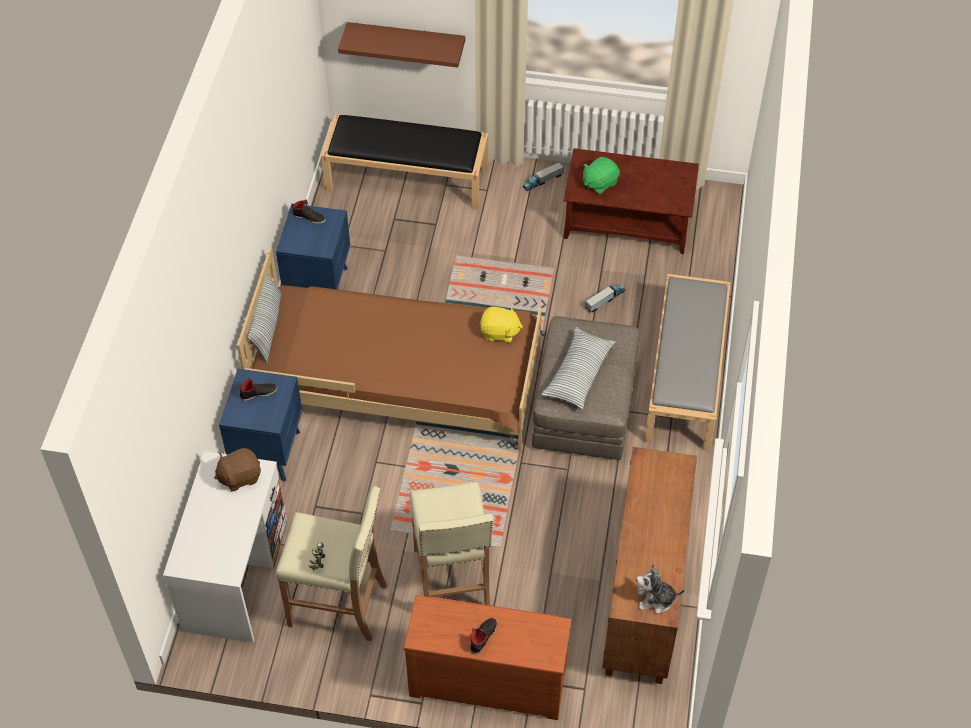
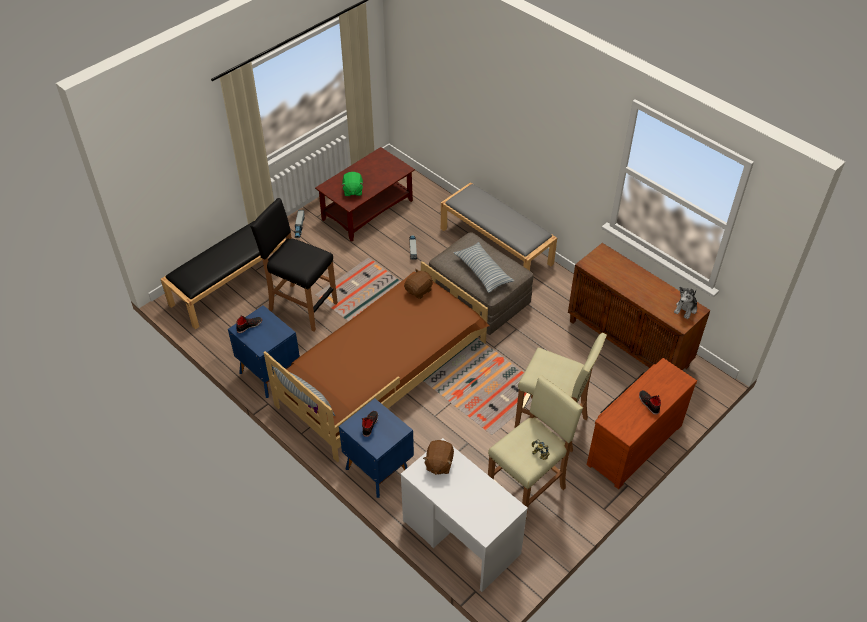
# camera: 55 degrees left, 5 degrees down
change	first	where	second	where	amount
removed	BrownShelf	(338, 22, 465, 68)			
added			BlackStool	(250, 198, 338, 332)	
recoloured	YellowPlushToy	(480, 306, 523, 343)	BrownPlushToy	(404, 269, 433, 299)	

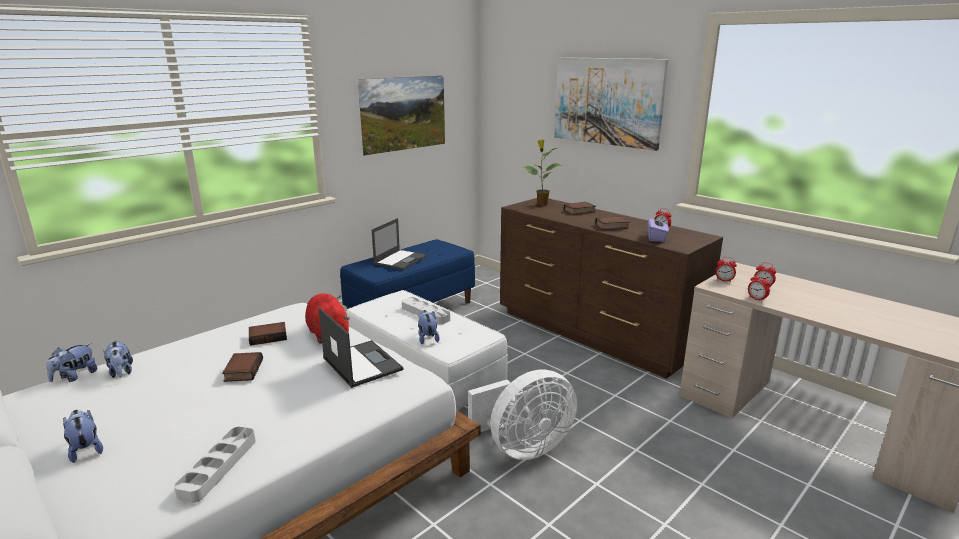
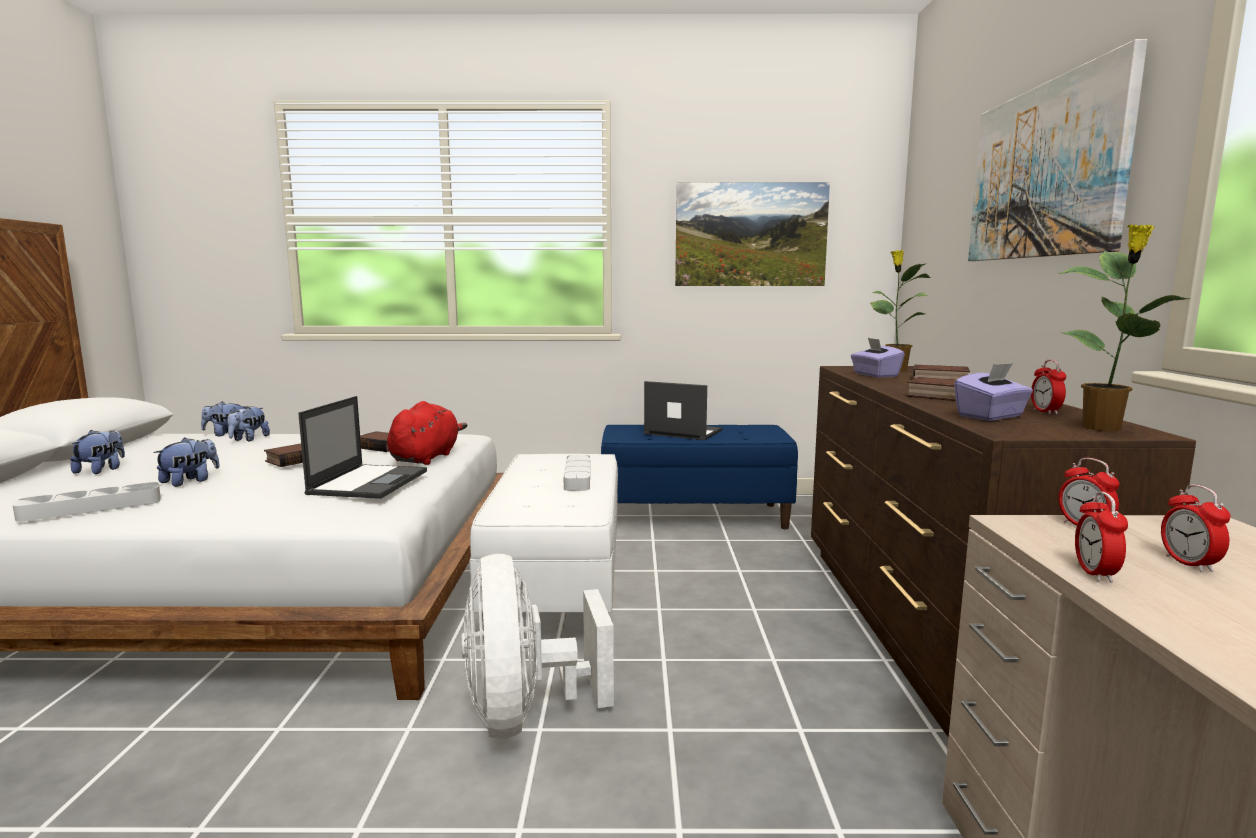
# camera: 45 degrees right, 10 degrees down
change	first	where	second	where	amount
added			PurpleTissueBox	(851, 338, 905, 378)	
added			PottedPlant	(1057, 224, 1190, 432)	
moved	PlushToy	(418, 310, 440, 344)		(153, 437, 220, 487)	
turned	Laptop	(372, 218, 427, 270)		(644, 381, 723, 440)	135 degrees counterclockwise
turned	WhiteFan	(468, 370, 577, 460)		(461, 554, 614, 739)	60 degrees clockwise

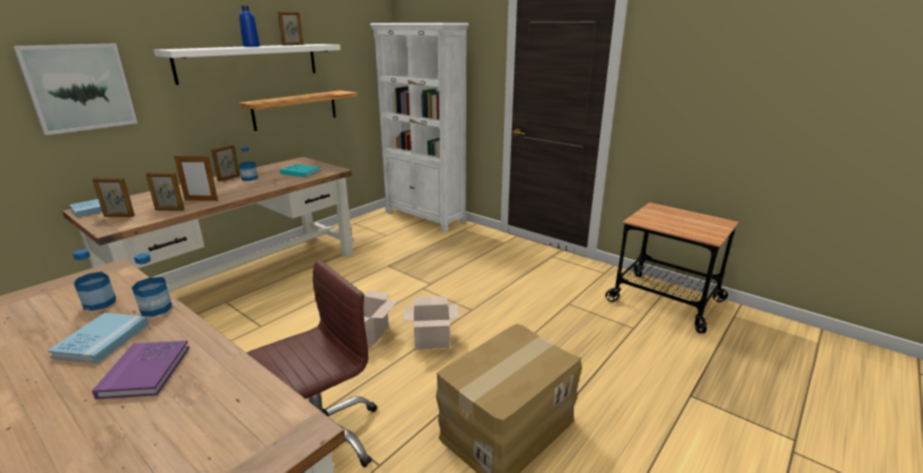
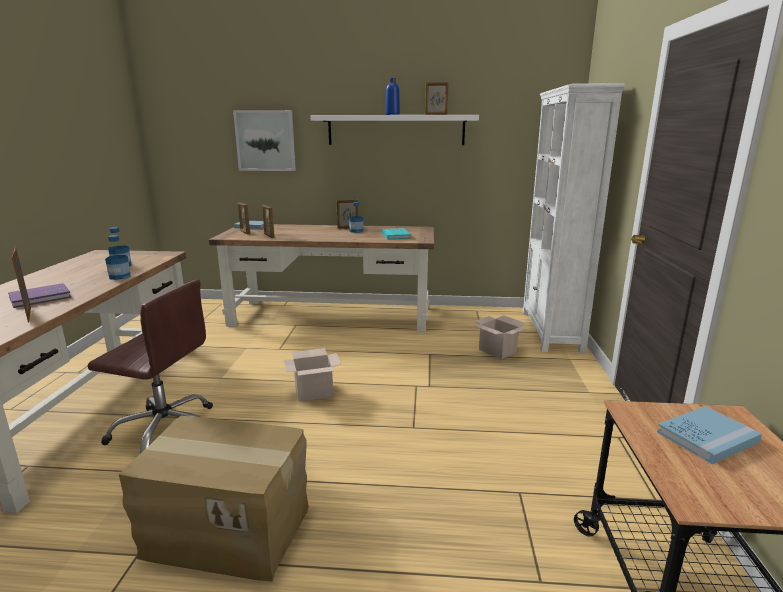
# camera: 55 degrees right, 5 degrees down
change	first	where	second	where	amount
removed	Shelf	(239, 90, 358, 131)			
moved	BlueBook	(47, 313, 149, 364)		(657, 406, 762, 464)	
moved	PictureFrame	(174, 154, 218, 201)		(12, 247, 31, 322)	
moved	CardboardBox	(404, 296, 459, 349)		(473, 315, 526, 359)	

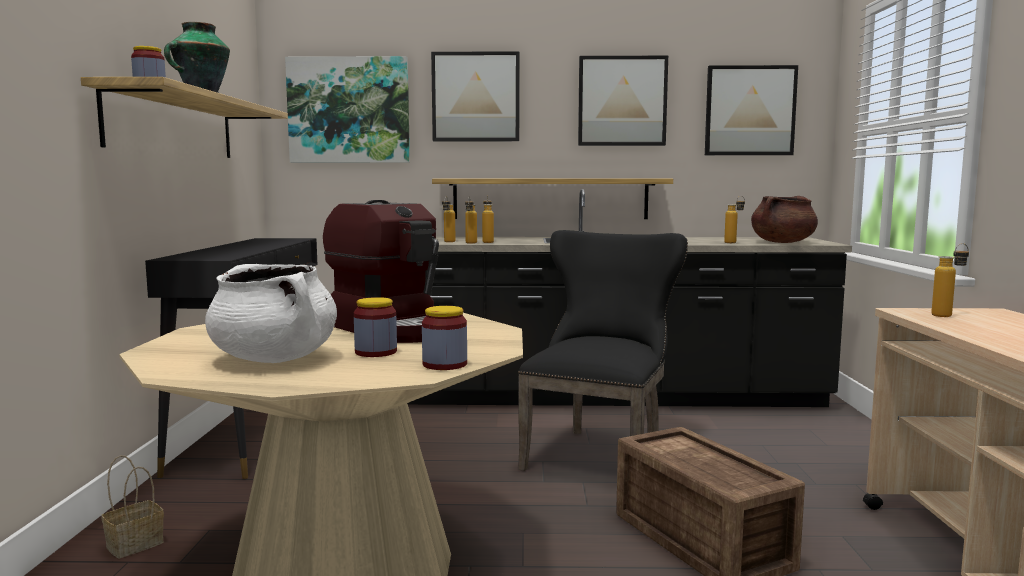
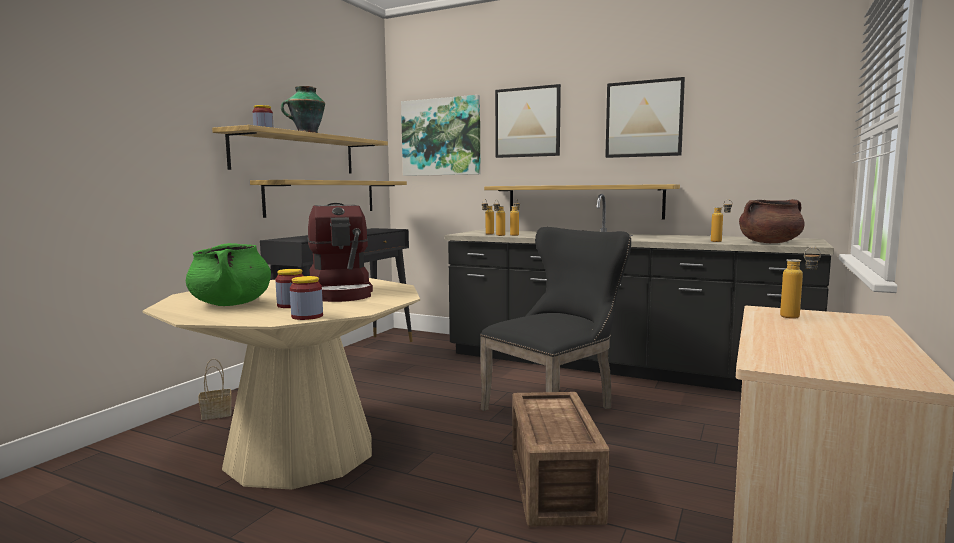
# camera: 25 degrees right, 0 degrees up
change	first	where	second	where	amount
removed	Picture	(705, 65, 798, 155)			
added			Shelf	(250, 180, 407, 218)	
recoloured	WhiteCookingPot	(205, 264, 337, 363)	GreenCookingPot	(186, 243, 271, 306)	

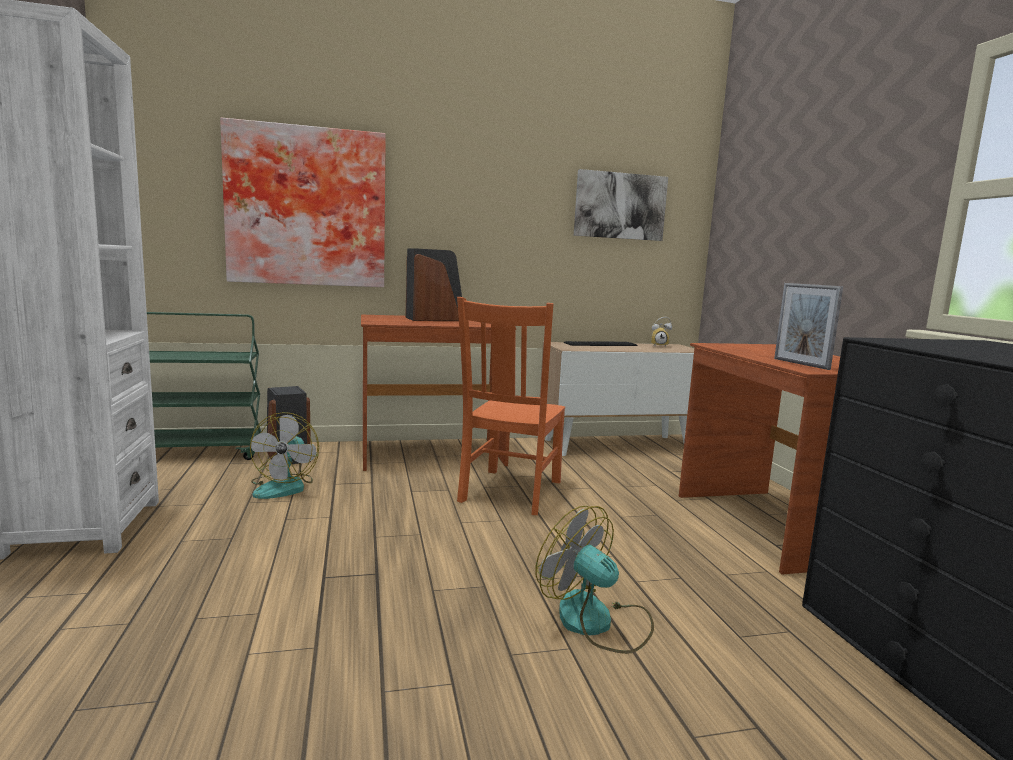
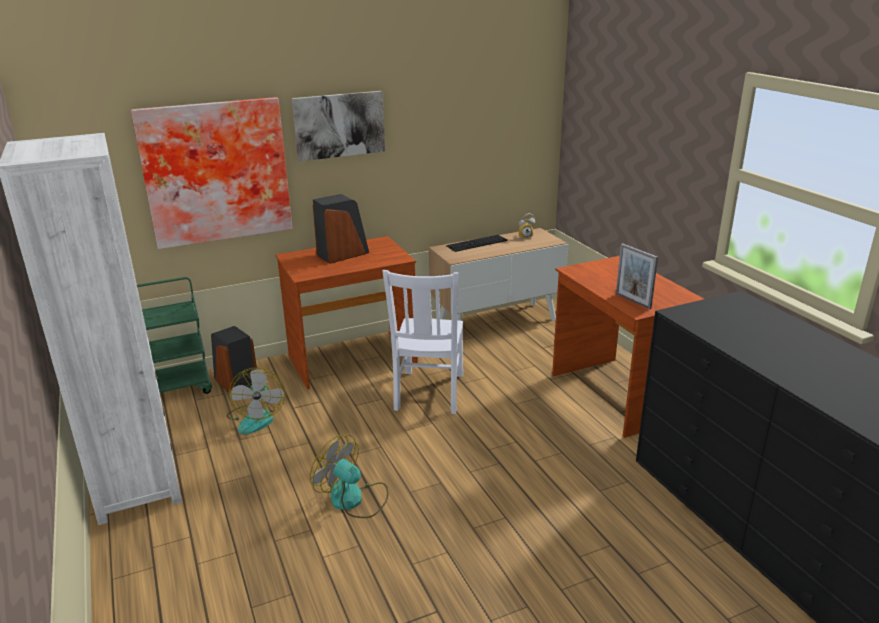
# camera: 10 degrees left, 15 degrees up
change	first	where	second	where	amount
moved	Fan	(535, 506, 654, 654)		(310, 435, 389, 518)	
moved	Picture	(574, 169, 668, 241)		(292, 91, 385, 161)	
recoloured	OrangeChair	(457, 297, 565, 515)	WhiteChair	(383, 270, 463, 414)	

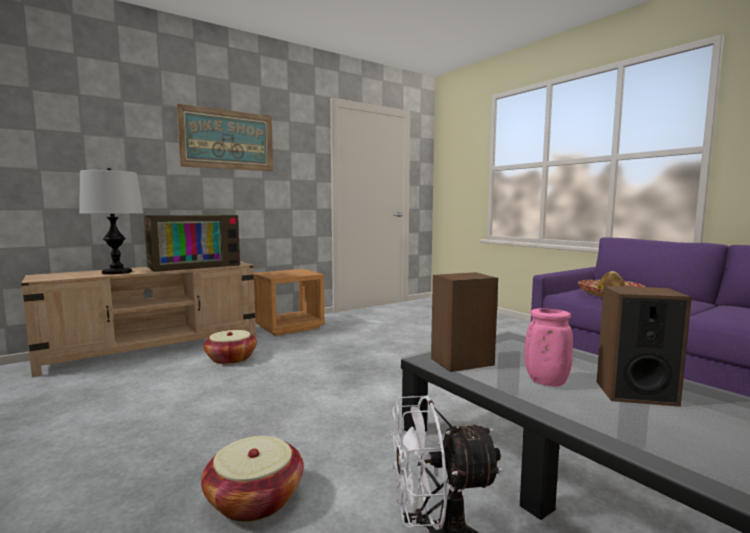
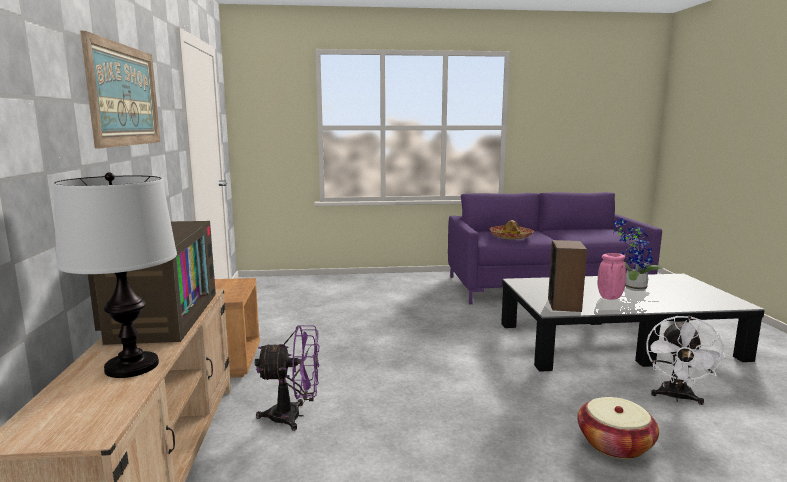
# camera: 60 degrees left, 5 degrees up
change	first	where	second	where	amount
replaced	Basket	(204, 330, 257, 364)	PurpleFan	(255, 325, 320, 431)	
replaced	Speaker	(597, 286, 692, 407)	PottedPlant	(613, 218, 663, 291)	

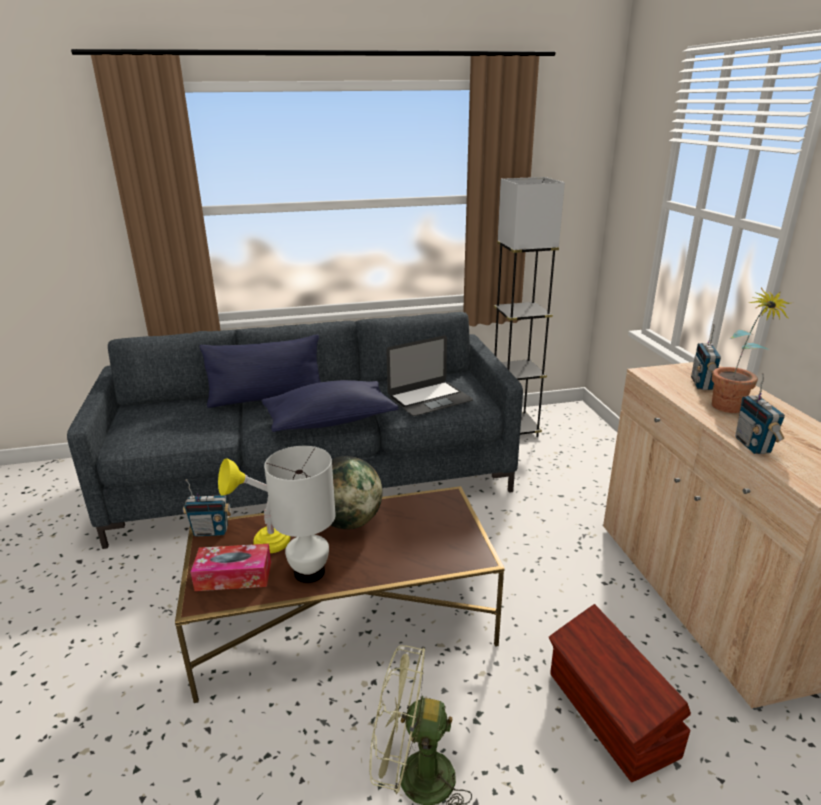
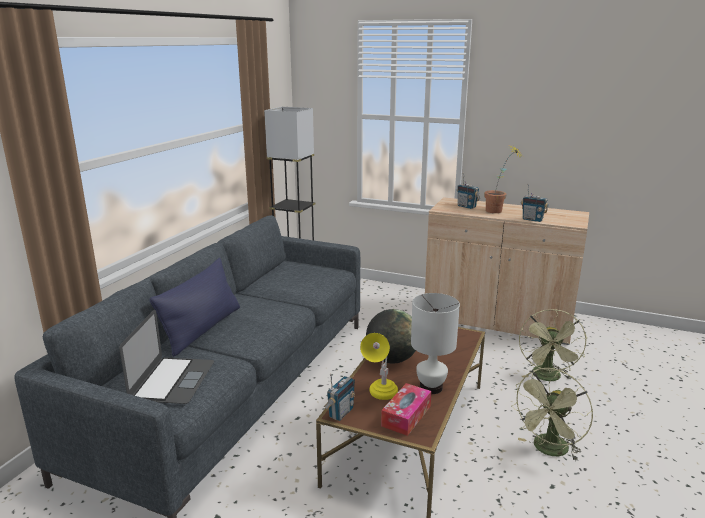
# camera: 55 degrees left, 5 degrees down
change	first	where	second	where	amount
removed	BluePillow	(262, 380, 398, 432)			
moved	Laptop	(386, 336, 473, 416)		(119, 310, 214, 404)	
replaced	BrownStorageBox	(549, 604, 691, 782)	GreenFan	(519, 309, 587, 381)	

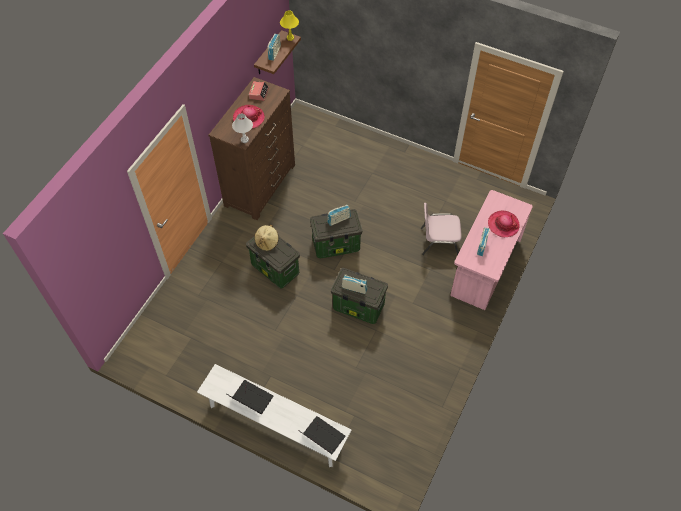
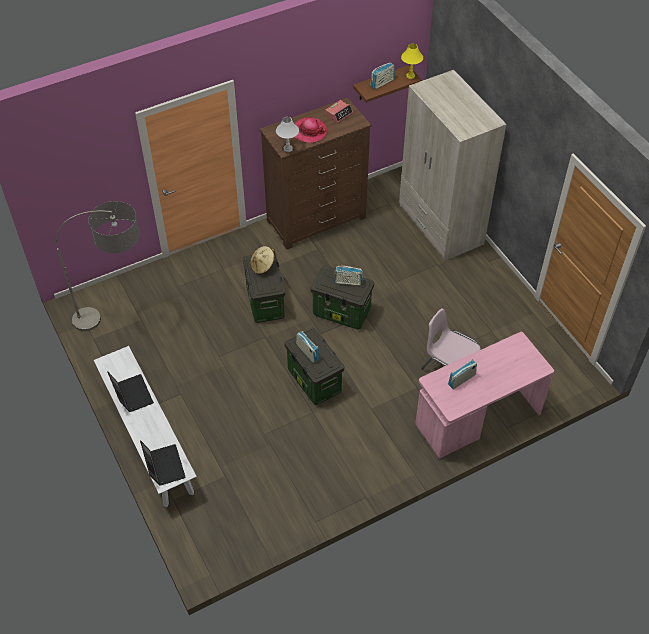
# camera: 35 degrees right, 5 degrees down
change	first	where	second	where	amount
removed	Hat	(488, 211, 520, 238)			
added			FloorLamp	(56, 201, 140, 331)	
added			BeigeWardrobe	(399, 70, 507, 261)	

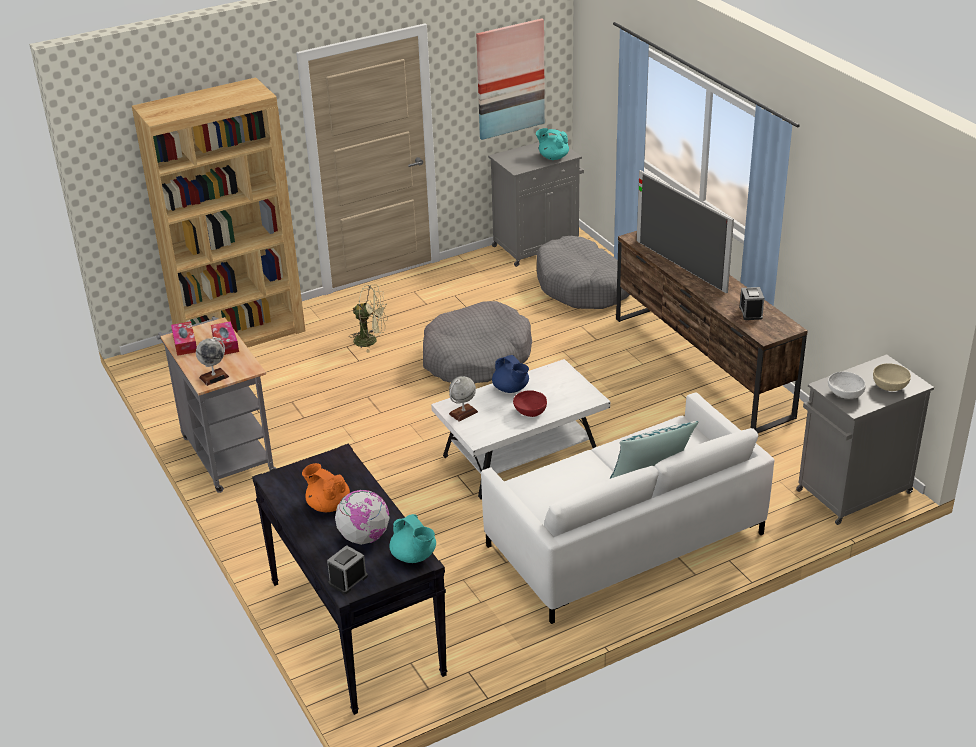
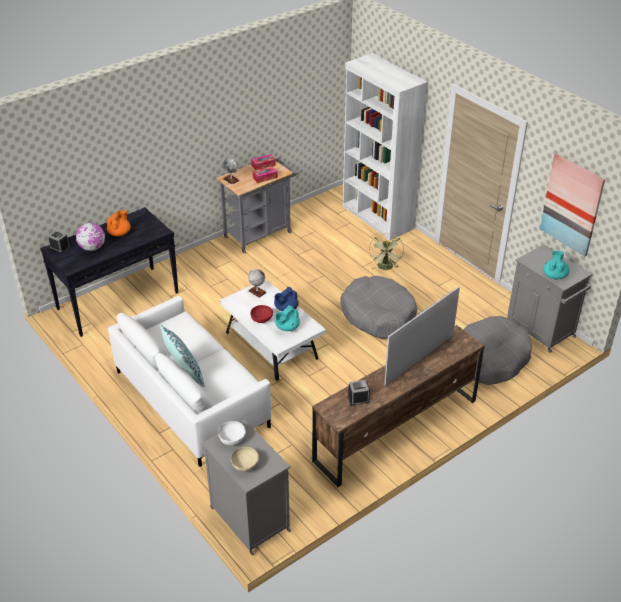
# camera: 80 degrees right, 5 degrees up
change	first	where	second	where	amount
moved	TurquoiseTeapot	(389, 514, 436, 563)		(275, 305, 300, 331)	
recoloured	BrownBookcase	(132, 77, 305, 347)	WhiteBookcase	(343, 53, 428, 241)	

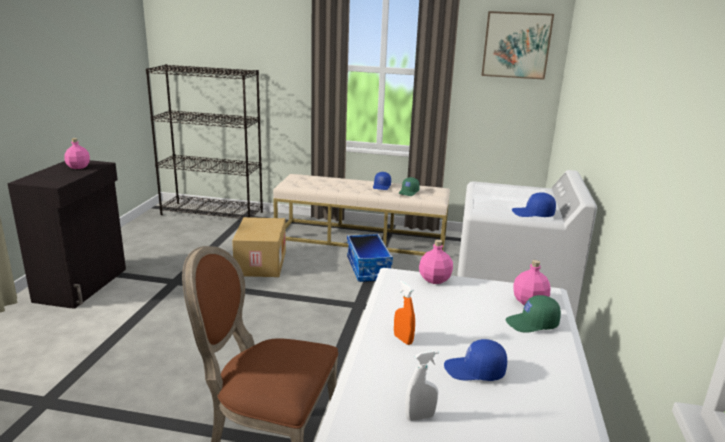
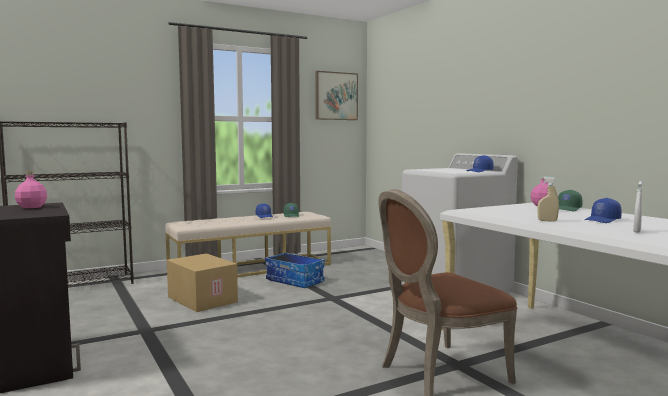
# camera: 40 degrees left, 15 degrees down
change	first	where	second	where	amount
removed	PinkBottle	(419, 240, 453, 284)			
recoloured	OrangeSprayBottle	(394, 280, 415, 345)	BeigeSprayBottle	(538, 176, 559, 222)	

